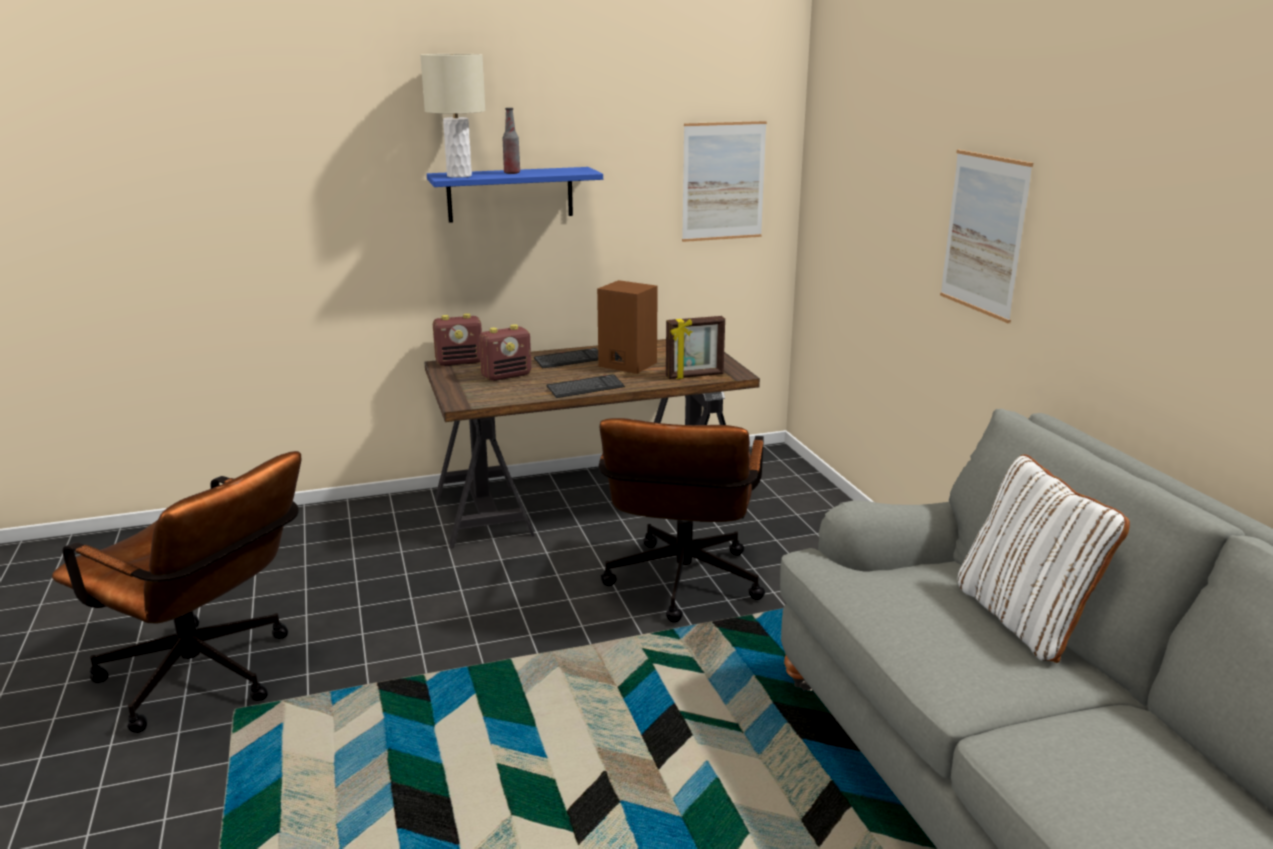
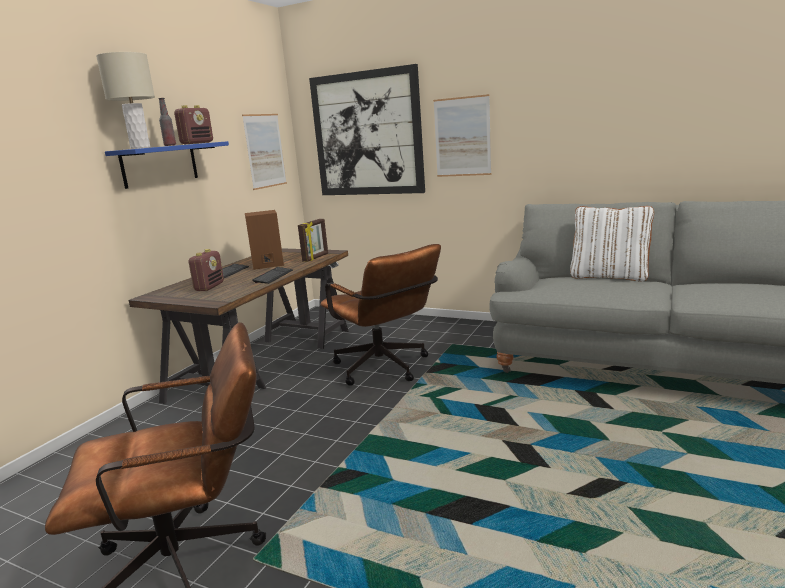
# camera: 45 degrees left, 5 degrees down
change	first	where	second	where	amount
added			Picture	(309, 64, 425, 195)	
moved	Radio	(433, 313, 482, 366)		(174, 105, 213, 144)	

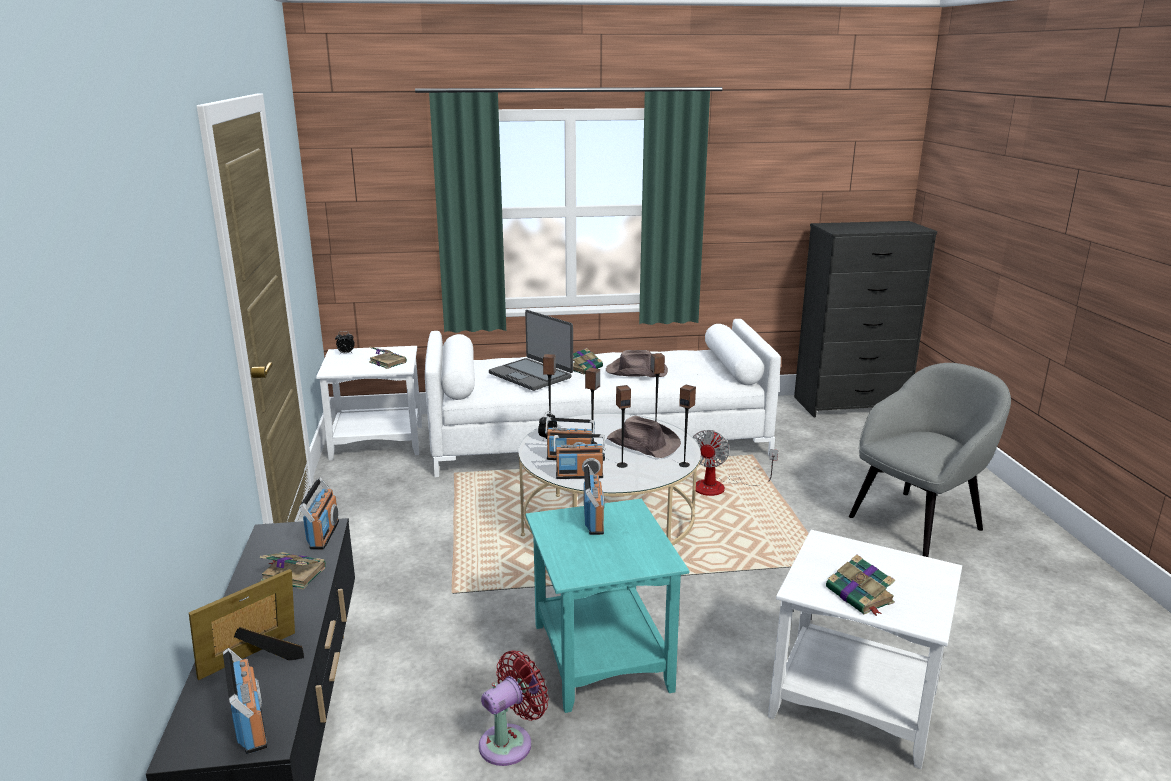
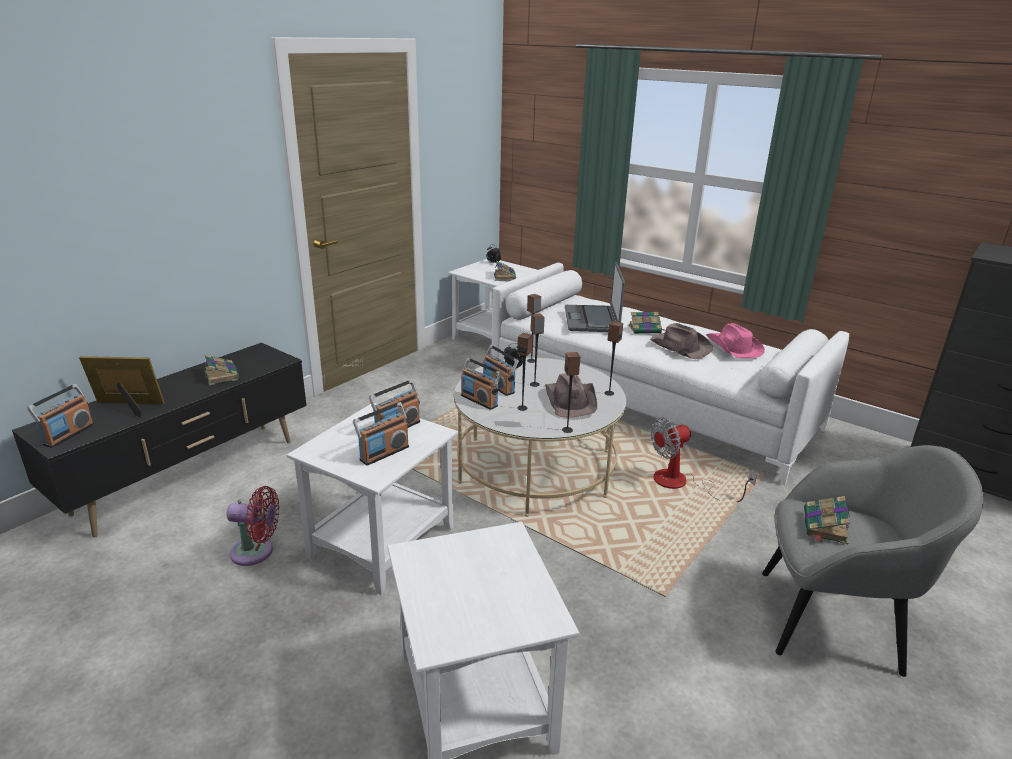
# camera: 45 degrees right, 5 degrees up
change	first	where	second	where	amount
added			PinkHat	(706, 323, 765, 358)	
moved	Radio	(299, 477, 339, 550)		(353, 402, 409, 466)	
moved	Book	(826, 555, 895, 616)		(804, 496, 850, 544)	
recoloured	TurquoiseSideTable	(526, 499, 689, 713)	WhiteSideTable	(287, 403, 458, 595)	

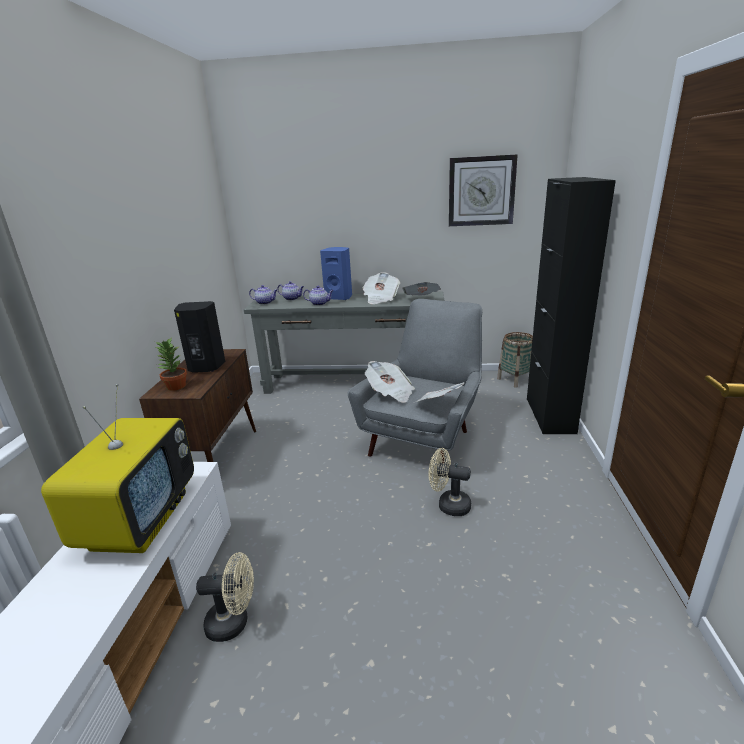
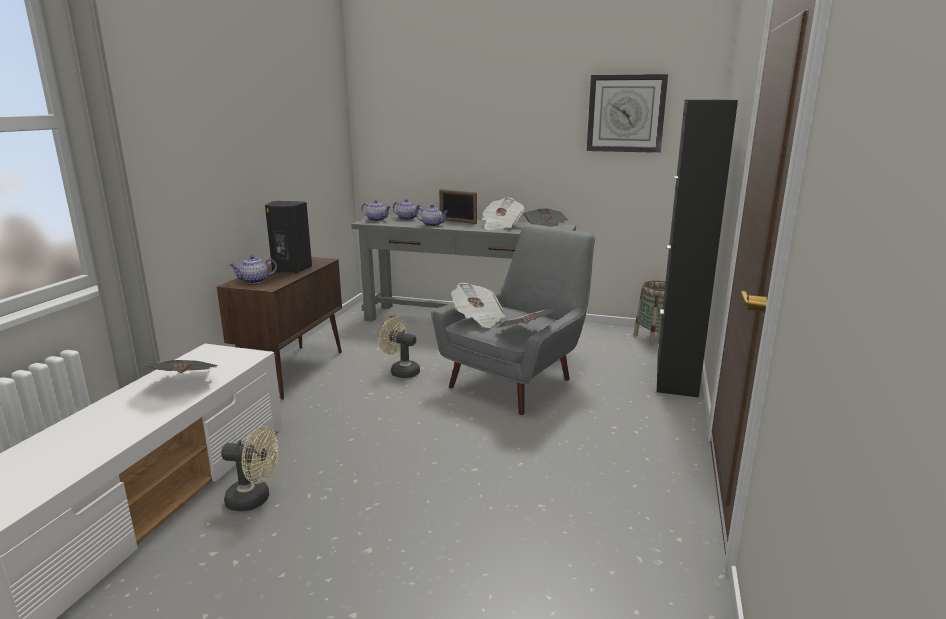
# camera: 10 degrees right, 5 degrees down
change	first	where	second	where	amount
moved	BeigeFan	(429, 448, 471, 516)		(379, 317, 420, 378)	
replaced	Television	(41, 384, 194, 553)	Newspaper	(142, 360, 218, 373)	
replaced	PottedPlant	(155, 337, 187, 391)	Teapot	(230, 255, 277, 284)	
replaced	BlueSpeaker	(320, 247, 352, 300)	PictureFrame	(439, 189, 477, 224)	

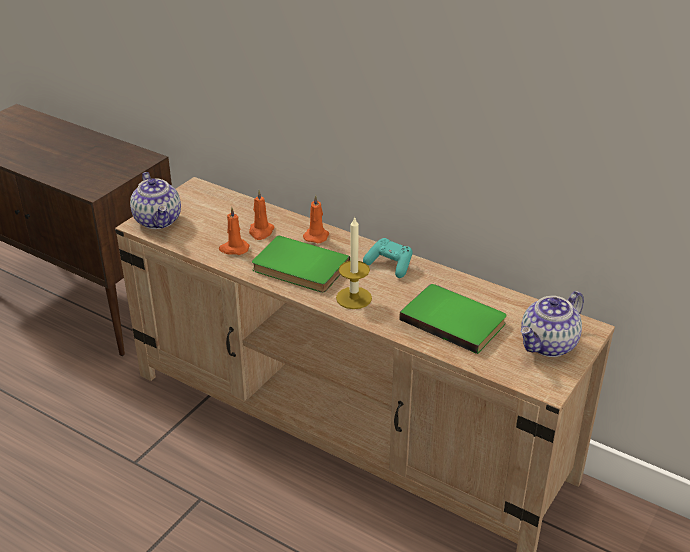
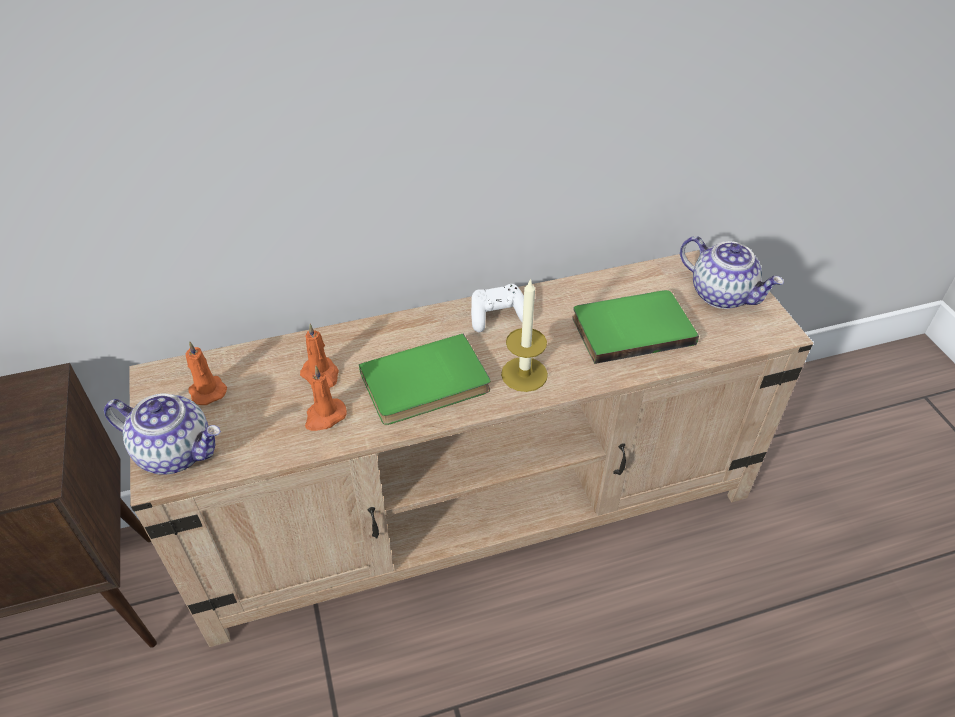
# camera: 50 degrees left, 10 degrees up
change	first	where	second	where	amount
moved	OrangeCandle	(303, 195, 329, 243)		(186, 341, 227, 405)	
recoloured	TurquoiseGameController	(363, 238, 412, 278)	WhiteGameController	(471, 284, 524, 332)	
turned	Teapot	(521, 291, 584, 357)		(680, 236, 784, 309)	45 degrees counterclockwise

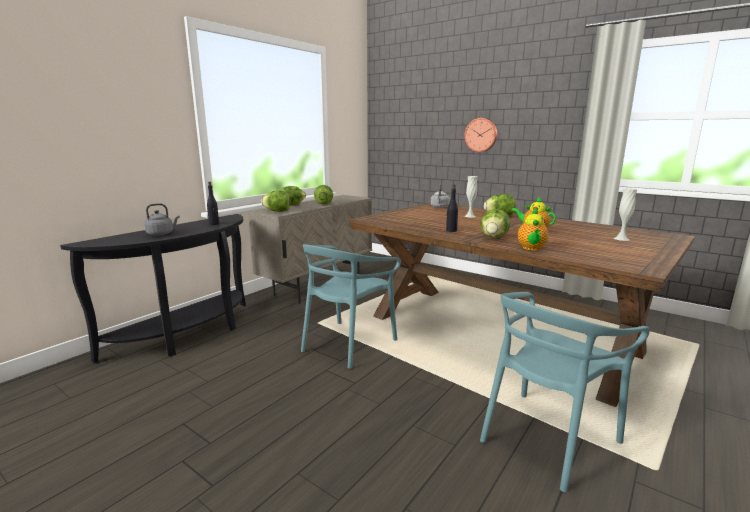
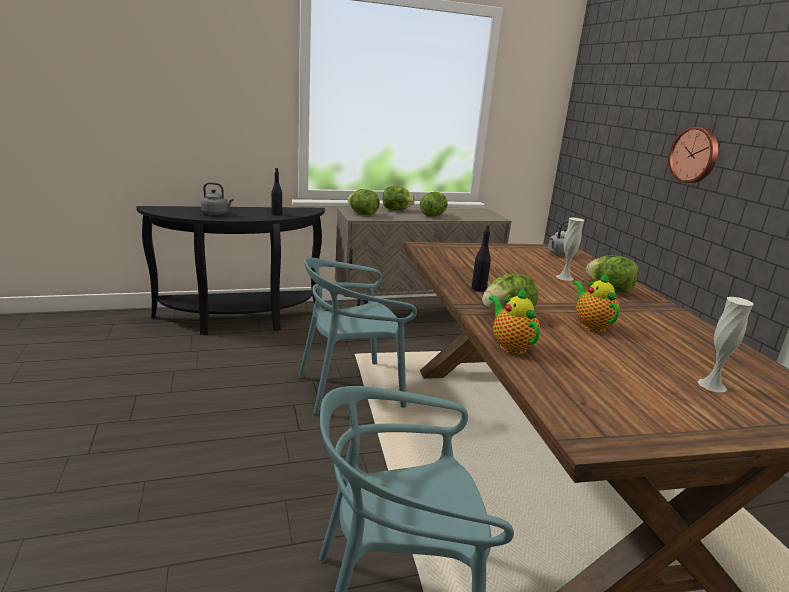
# camera: 35 degrees right, 5 degrees up
change	first	where	second	where	amount
turned	Teapot	(518, 208, 548, 250)		(489, 287, 540, 354)	105 degrees clockwise

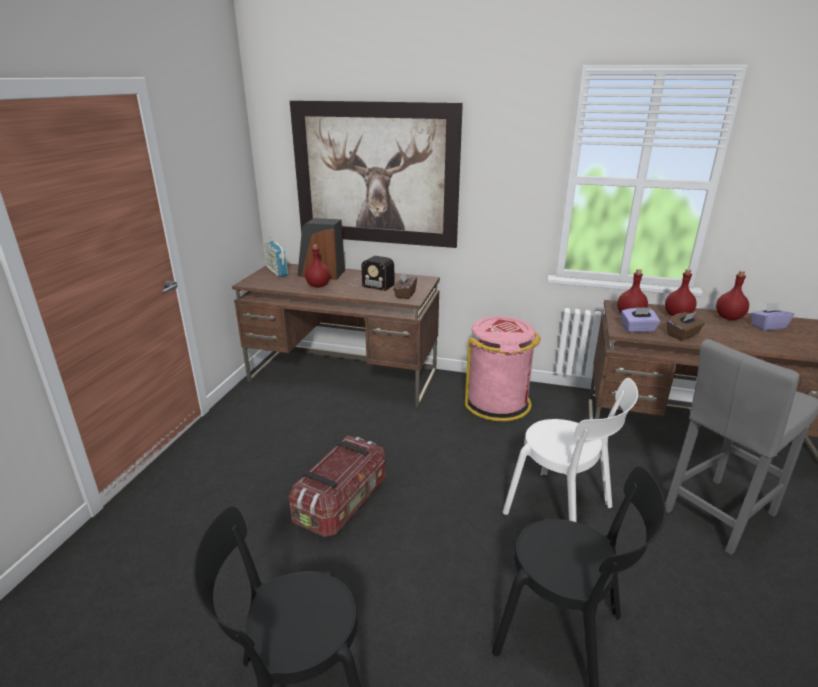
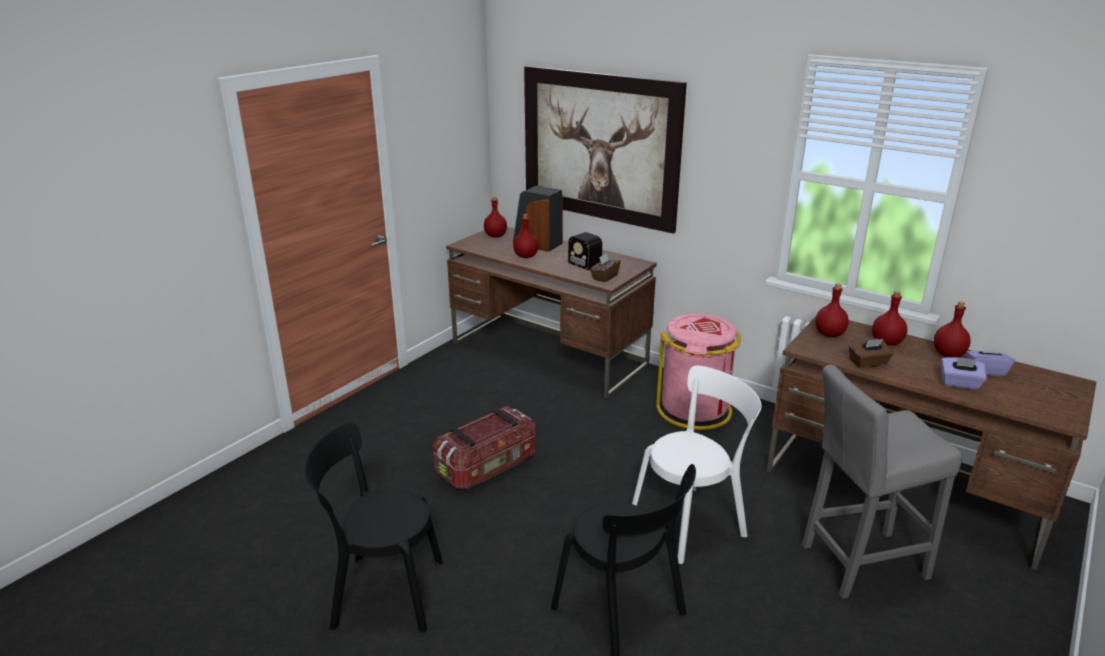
# camera: 20 degrees right, 0 degrees up
change	first	where	second	where	amount
moved	PurpleTissueBox	(621, 307, 660, 333)		(941, 357, 987, 390)	
replaced	Radio	(264, 237, 288, 277)	RedBottle	(484, 196, 507, 237)	
turned	WhiteChair	(503, 378, 638, 522)		(632, 366, 762, 564)	90 degrees counterclockwise

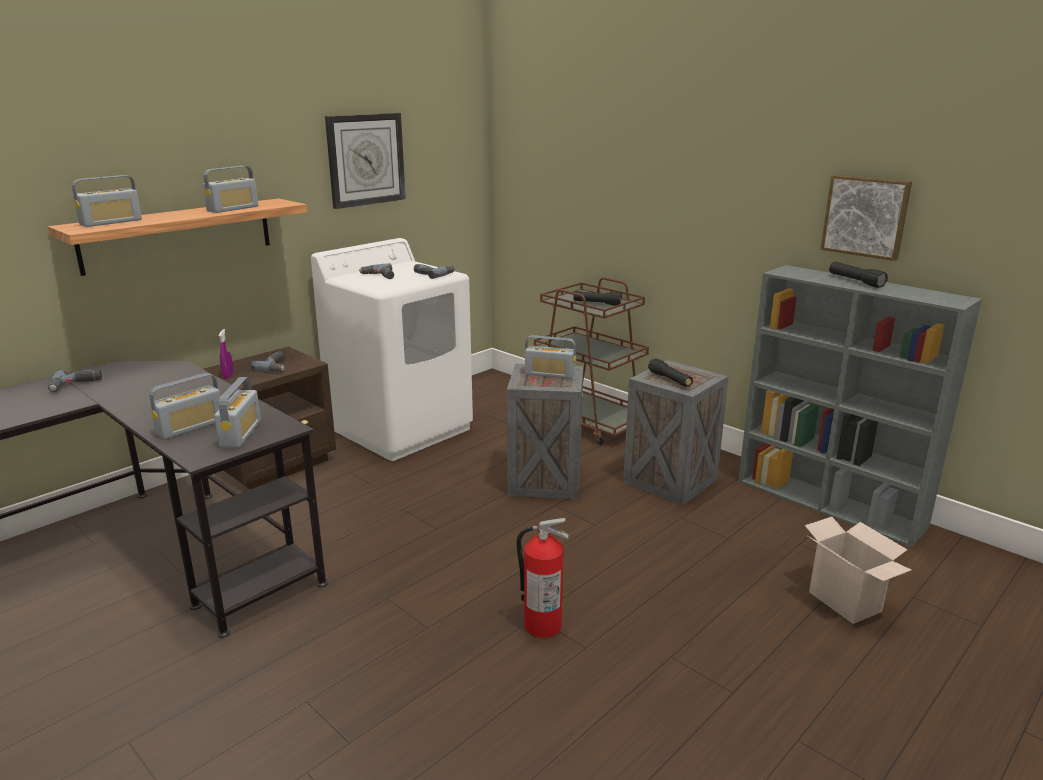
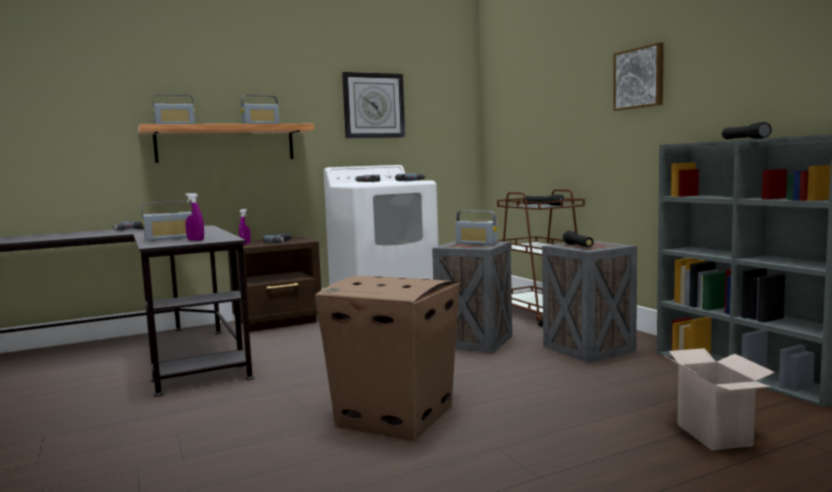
# camera: 20 degrees right, 15 degrees down
change	first	where	second	where	amount
moved	Picture	(821, 175, 912, 261)		(613, 42, 664, 111)	
replaced	Radio	(214, 377, 261, 448)	PurpleSprayBottle	(185, 193, 204, 241)	
replaced	FireExtinguisher	(517, 518, 569, 638)	CardboardBox	(315, 276, 460, 441)	

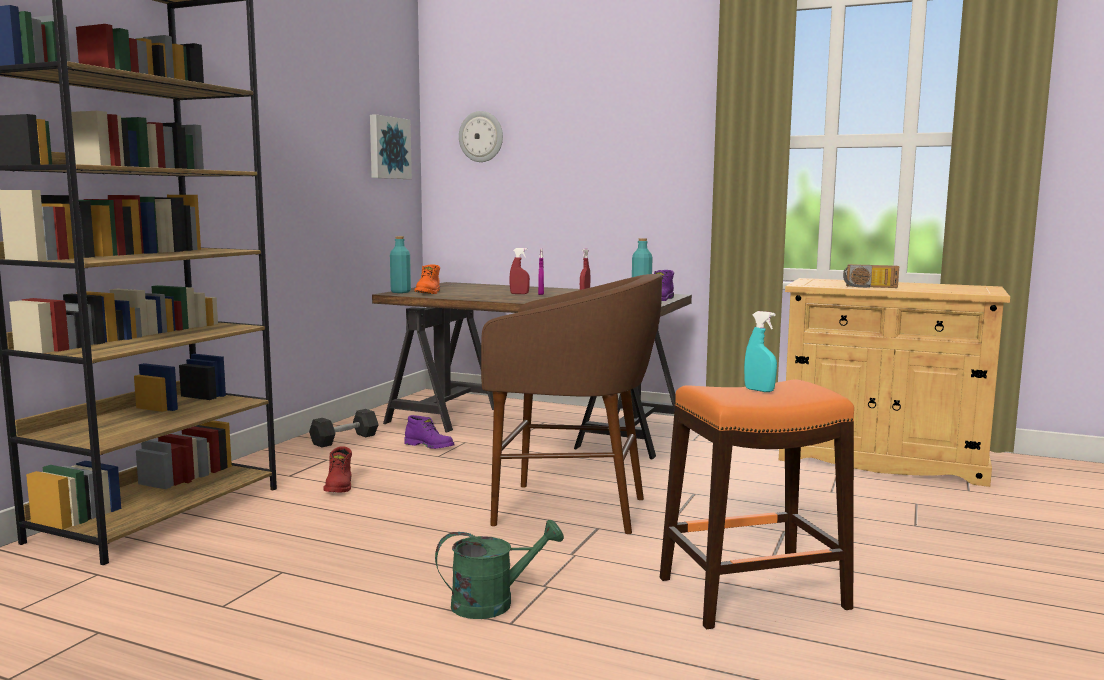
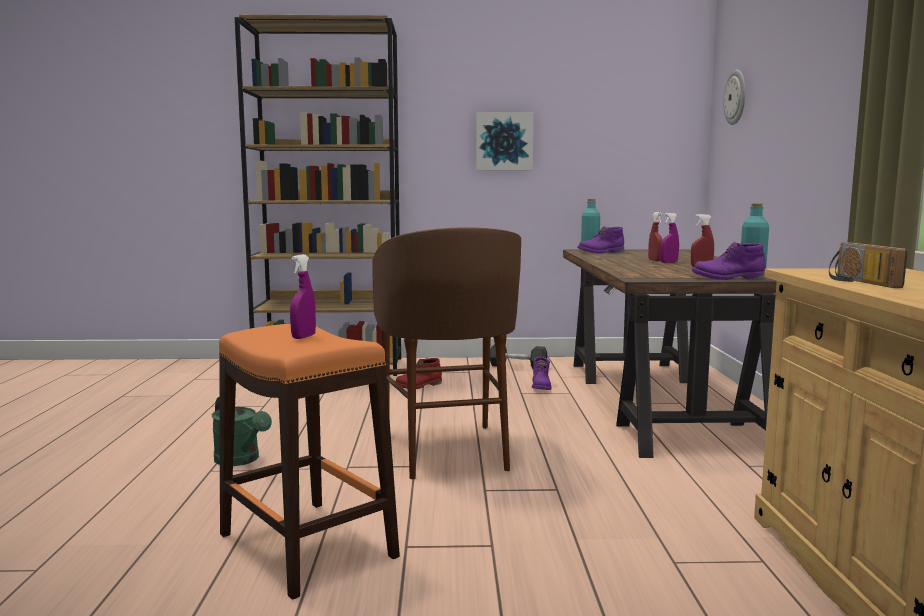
# camera: 65 degrees right, 0 degrees up
change	first	where	second	where	amount
moved	Picture	(370, 114, 412, 179)		(476, 112, 533, 170)	
recoloured	OrangeBoot	(414, 264, 440, 294)	PurpleBoot	(577, 226, 624, 253)	
recoloured	TurquoiseSprayBottle	(744, 311, 777, 392)	PurpleSprayBottle	(290, 254, 316, 339)	

